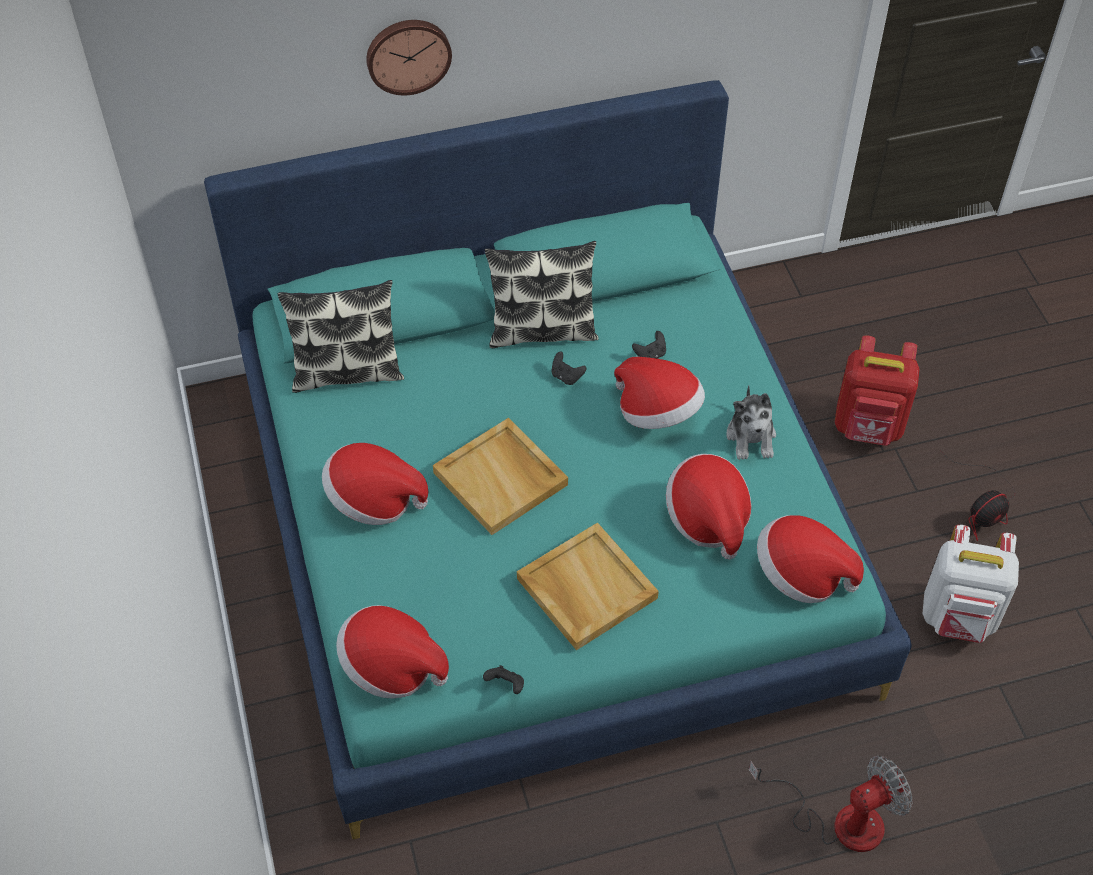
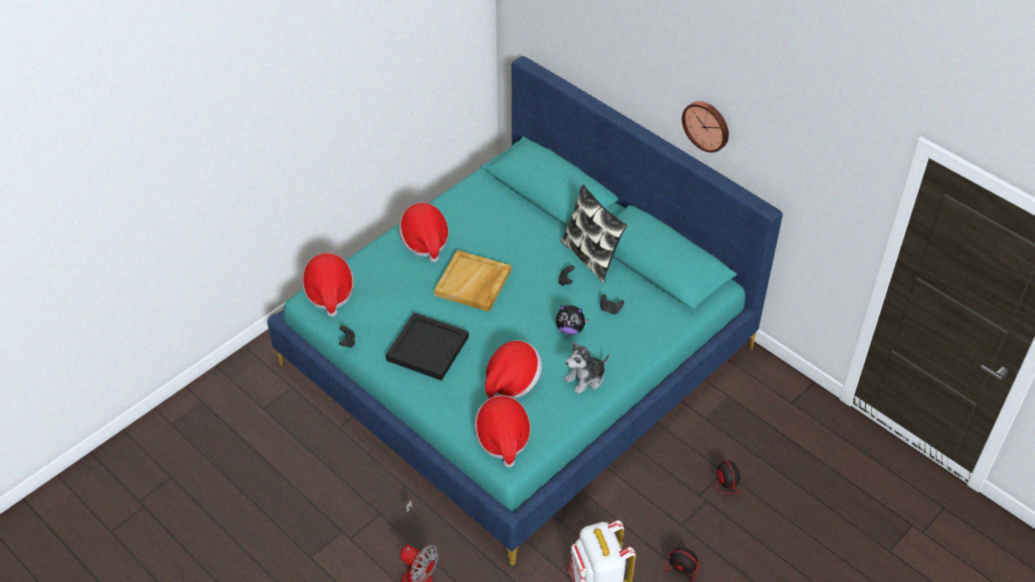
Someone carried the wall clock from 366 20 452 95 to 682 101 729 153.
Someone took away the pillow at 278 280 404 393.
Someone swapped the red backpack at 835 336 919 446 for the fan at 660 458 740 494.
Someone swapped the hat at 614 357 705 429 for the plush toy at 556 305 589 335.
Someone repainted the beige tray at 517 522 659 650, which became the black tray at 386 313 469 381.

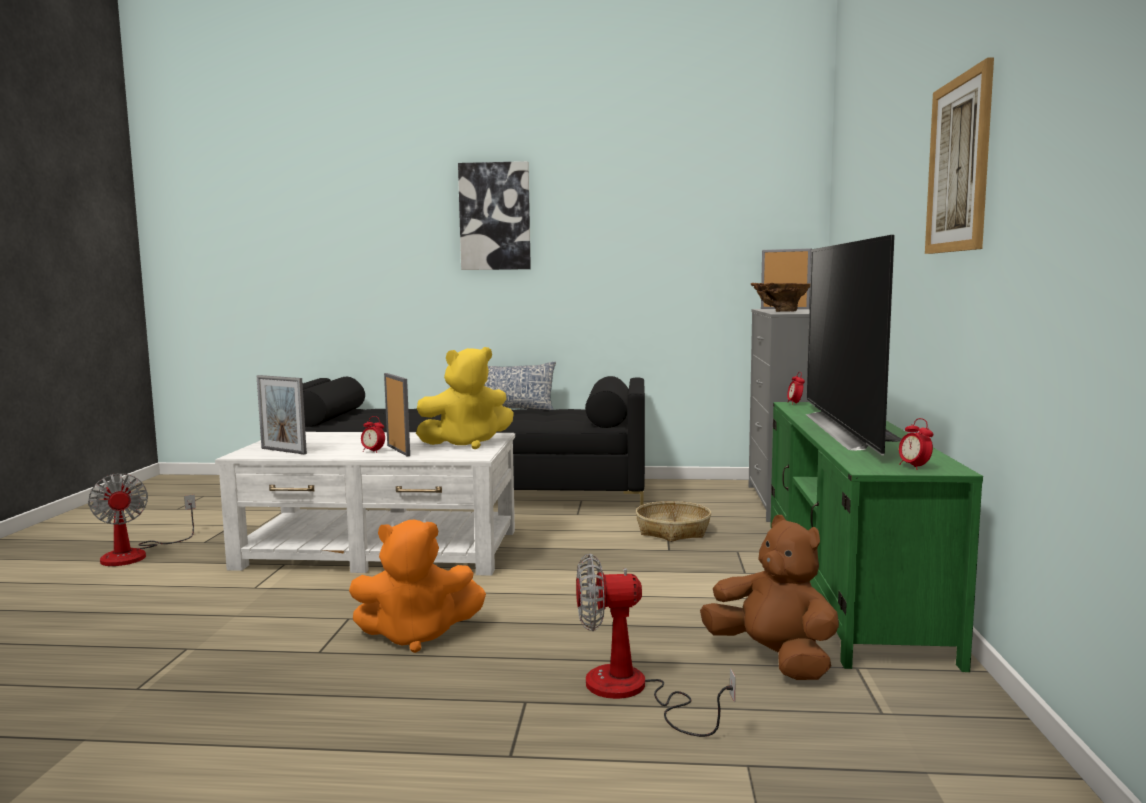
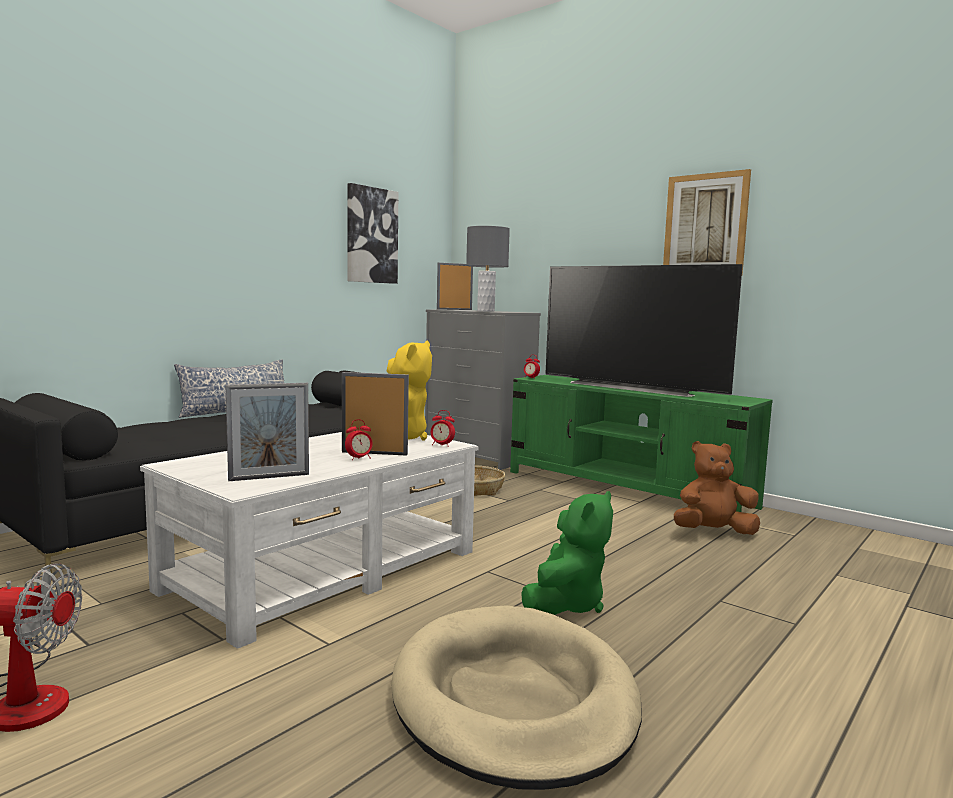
Someone carried the picture from 458 161 531 270 to 347 183 398 284.
Someone swapped the brown vase at 751 283 810 312 for the grey table lamp at 466 226 510 312.
Someone carried the alarm clock from 899 418 933 470 to 431 410 455 447.
Someone repainted the orange plush toy at 349 520 486 653, which became the green plush toy at 521 491 613 615.
Someone took away the fan at 576 554 736 737.
Someone put down the beige dog bed at 391 605 642 790.

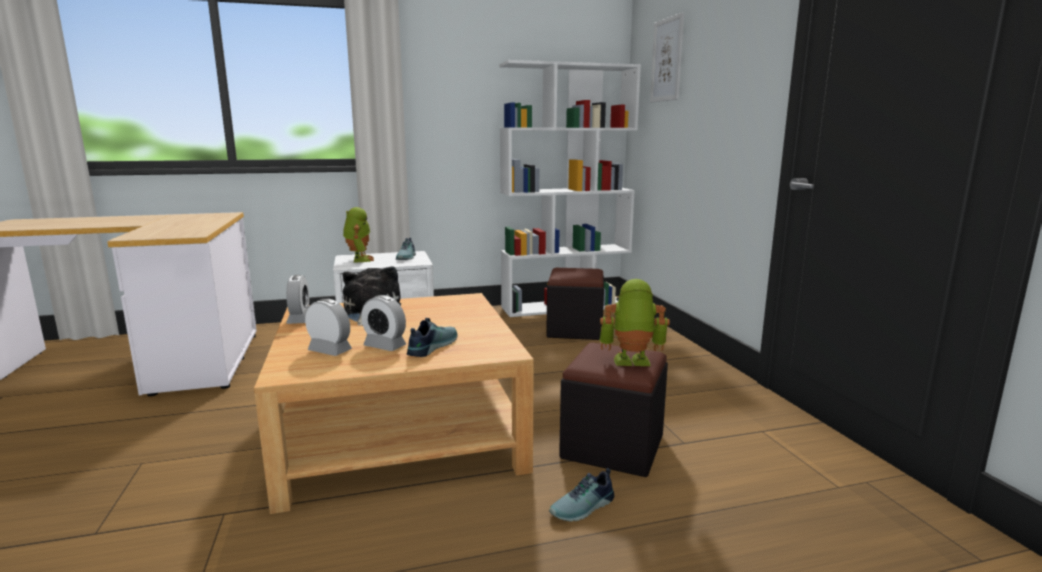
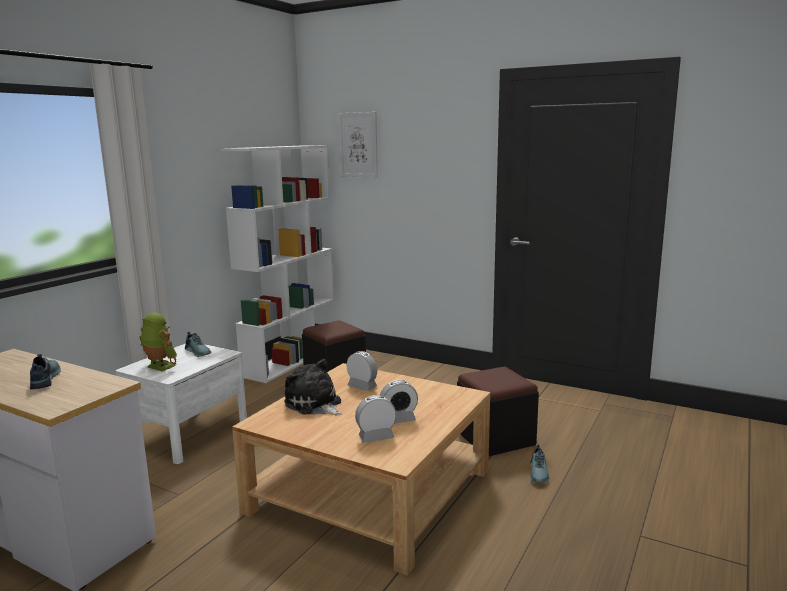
Someone carried the alarm clock from 286 275 309 324 to 346 351 377 391.
Someone took away the toy robot at 599 279 670 366.
Someone carried the shoe from 407 318 458 357 to 30 354 61 390.

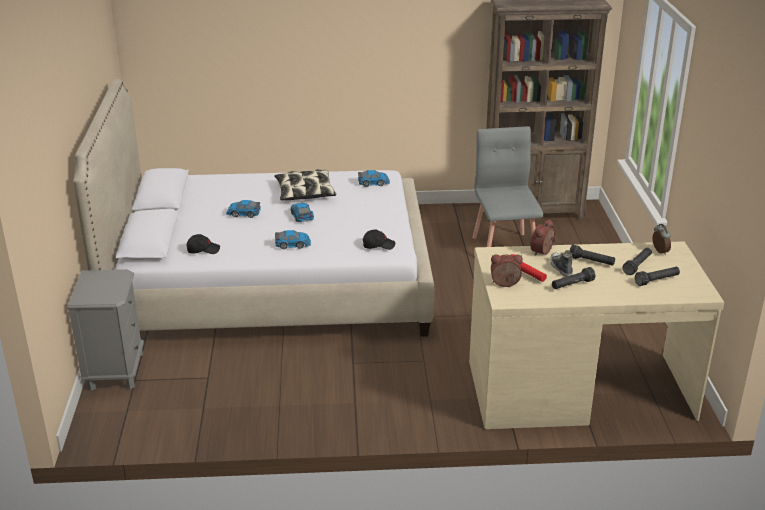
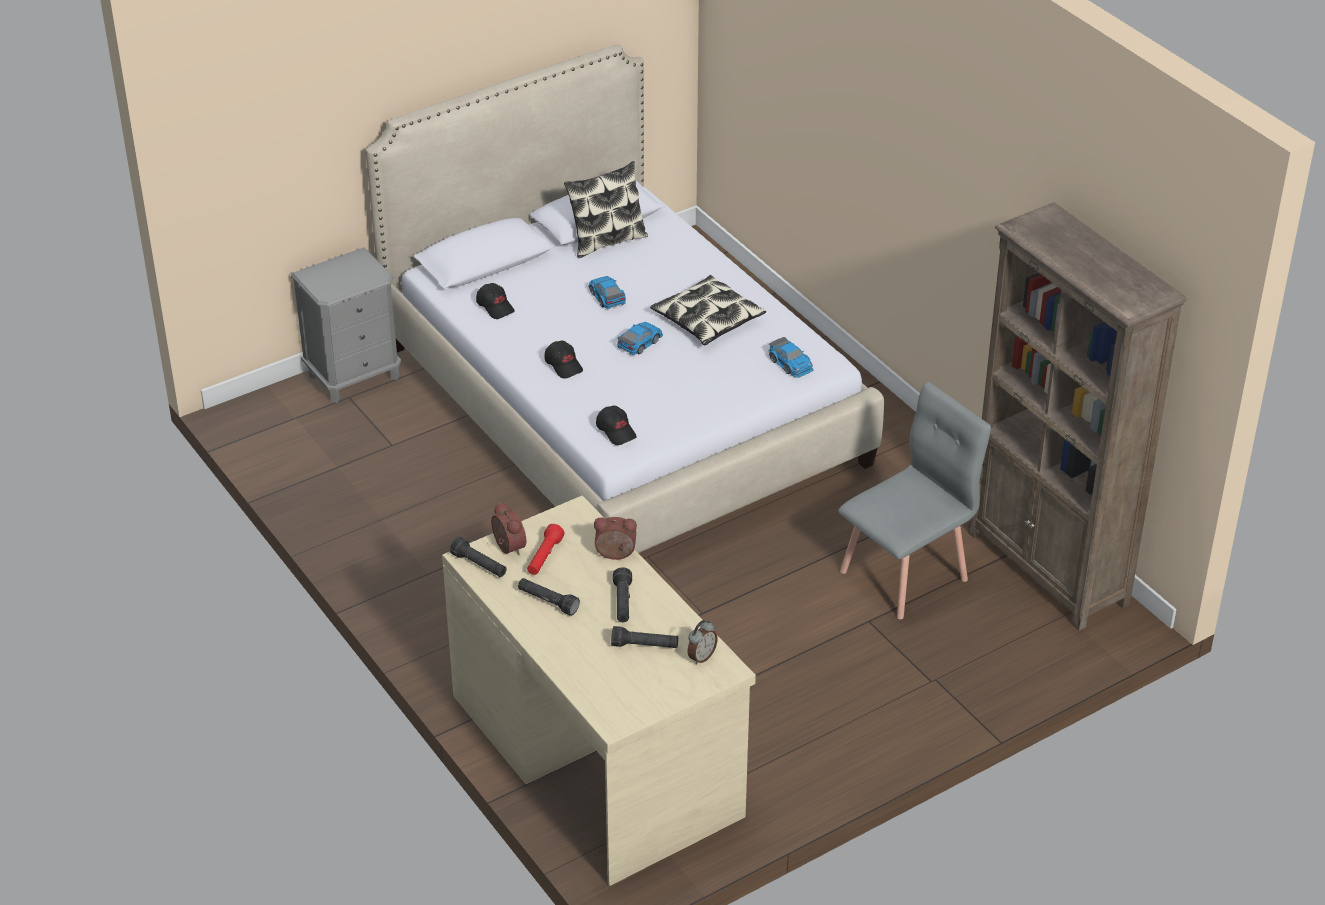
Someone swapped the toy car at 275 230 311 249 for the black cap at 544 341 583 379.
Someone took away the shoe at 550 250 573 277.
Someone carried the black flashlight from 635 267 680 286 to 450 537 507 577.
Someone put down the pillow at 564 161 648 258.

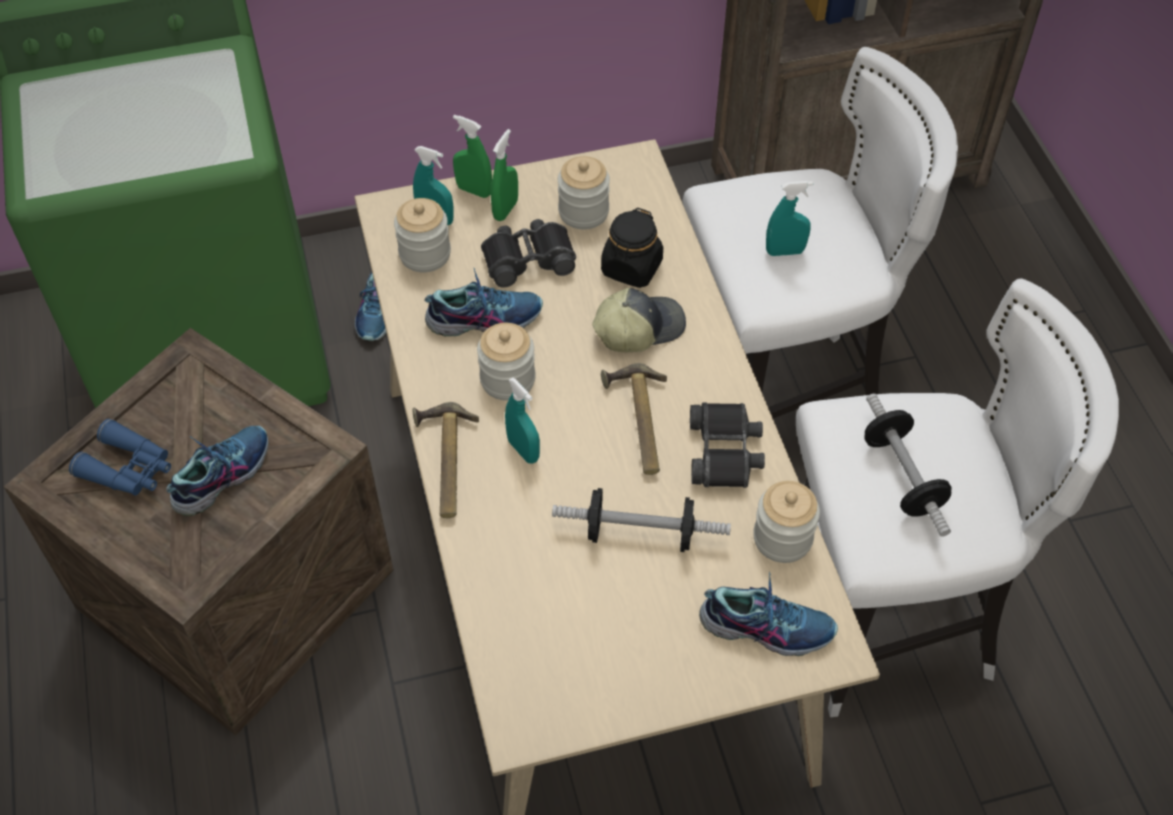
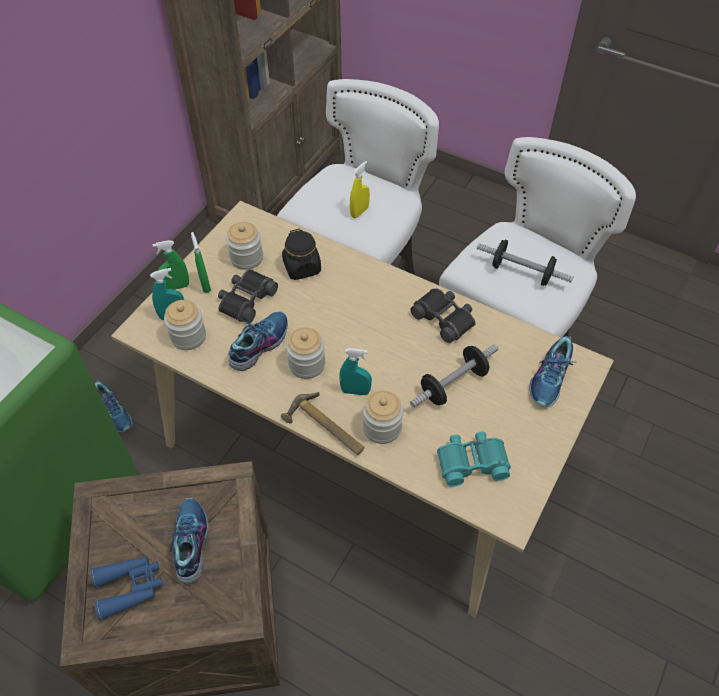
Someone repainted the turquoise spray bottle at 766 181 813 256, which became the yellow spray bottle at 350 161 370 218.
Someone took away the cap at 592 288 686 353.
Someone took away the hammer at 601 363 667 475.
Someone carried the jar from 753 481 820 563 to 363 390 403 444.
Someone rotated the shoe at 699 572 838 656 by 150 degrees clockwise.
Someone put down the turquoise binoculars at 437 431 511 487.

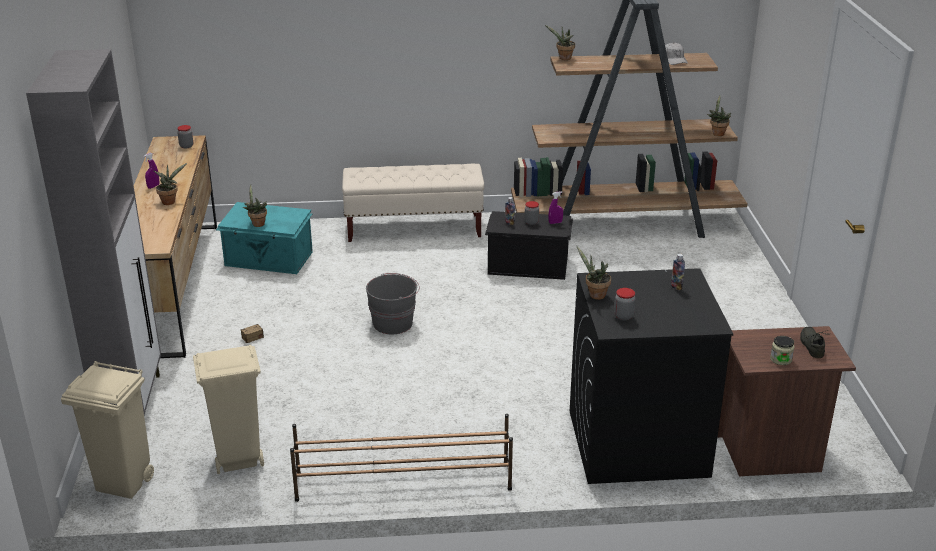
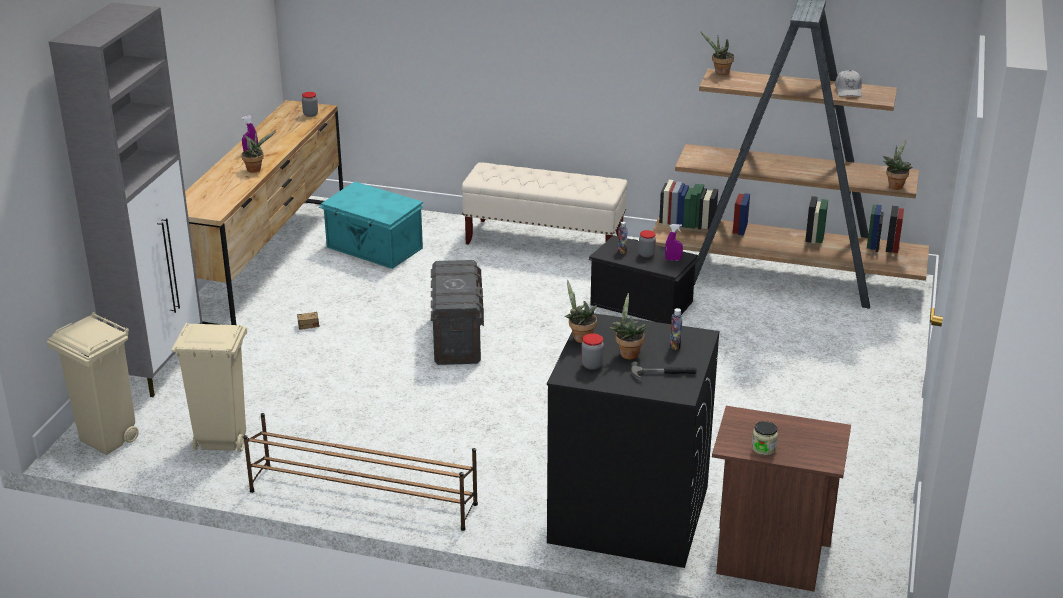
Someone carried the potted plant from 243 184 267 227 to 609 293 647 359.
Someone swapped the grey bucket at 366 273 420 334 for the grey storage box at 431 260 484 365.
Someone took away the grey shoe at 800 327 830 358.
Someone put down the hammer at 631 361 696 382.

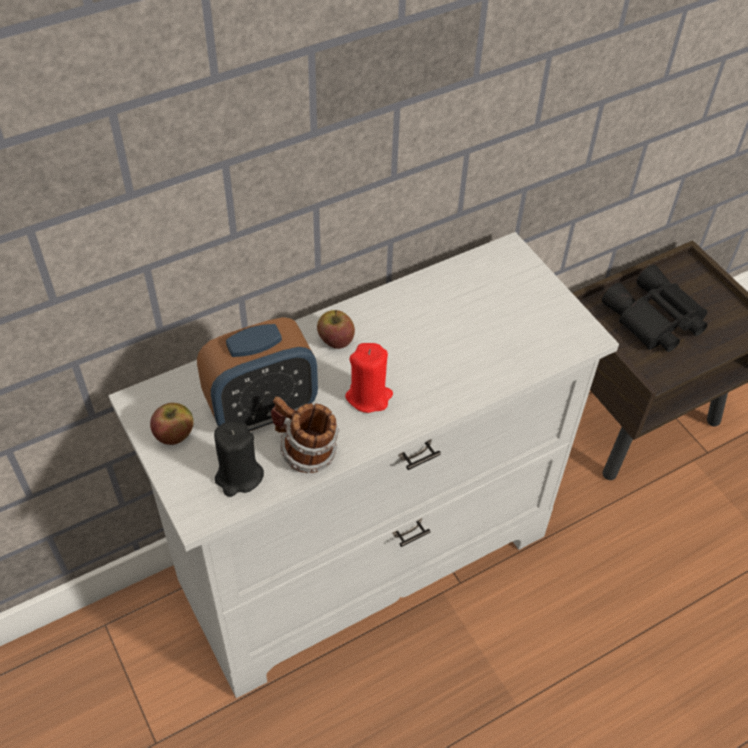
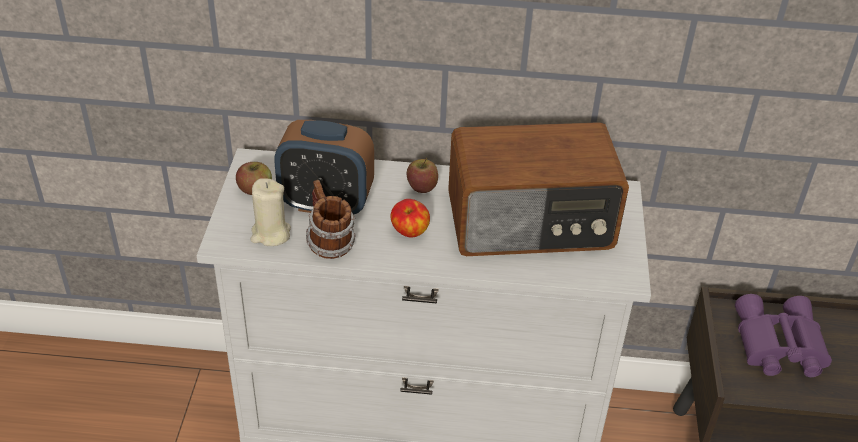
Someone repainted the black binoculars at 602 265 708 352, which became the purple binoculars at 735 294 832 377.
Someone swapped the red candle at 345 343 393 413 for the apple at 391 199 430 237.
Someone repainted the black candle at 214 422 264 497, which became the beige candle at 251 178 291 246.
Someone put down the radio at 448 122 629 256.

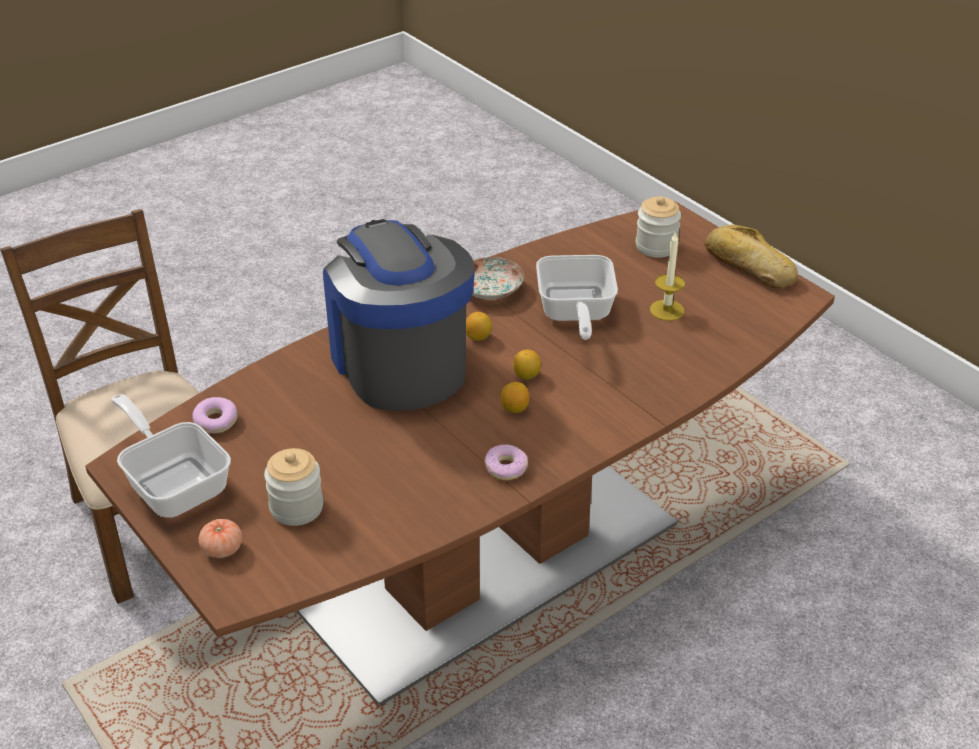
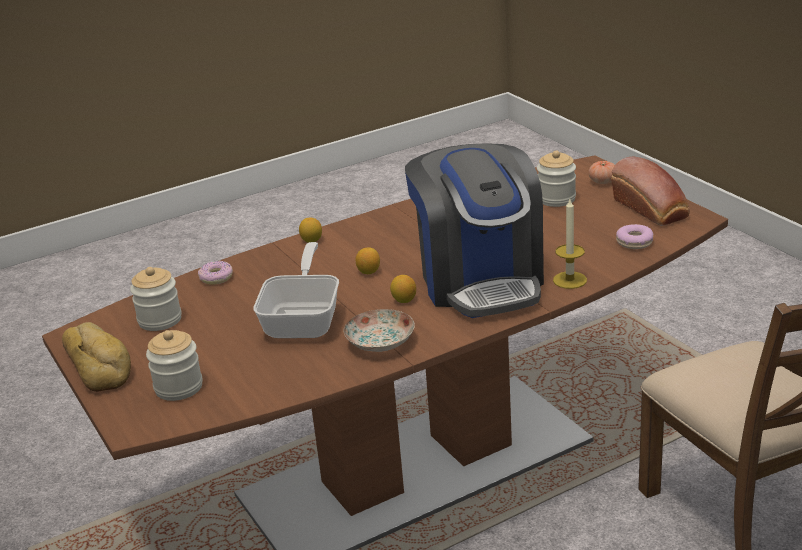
Someone carried the candle from 650 231 685 321 to 553 199 587 289.
Someone carried the lemon from 501 382 529 413 to 299 217 322 242.
Someone swapped the frying pan at 111 394 231 518 for the bread at 611 156 690 226.
Someone carried the donut from 484 445 528 480 to 198 261 233 285.
Someone put down the jar at 130 267 182 331.

